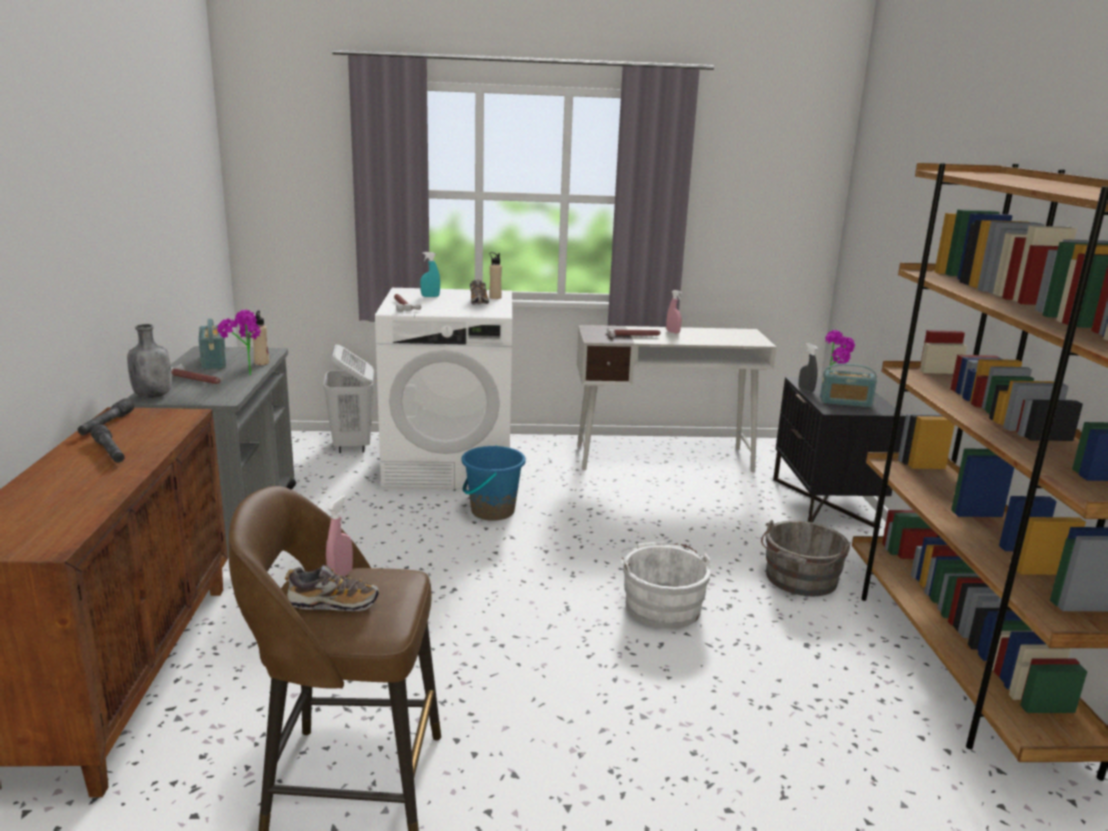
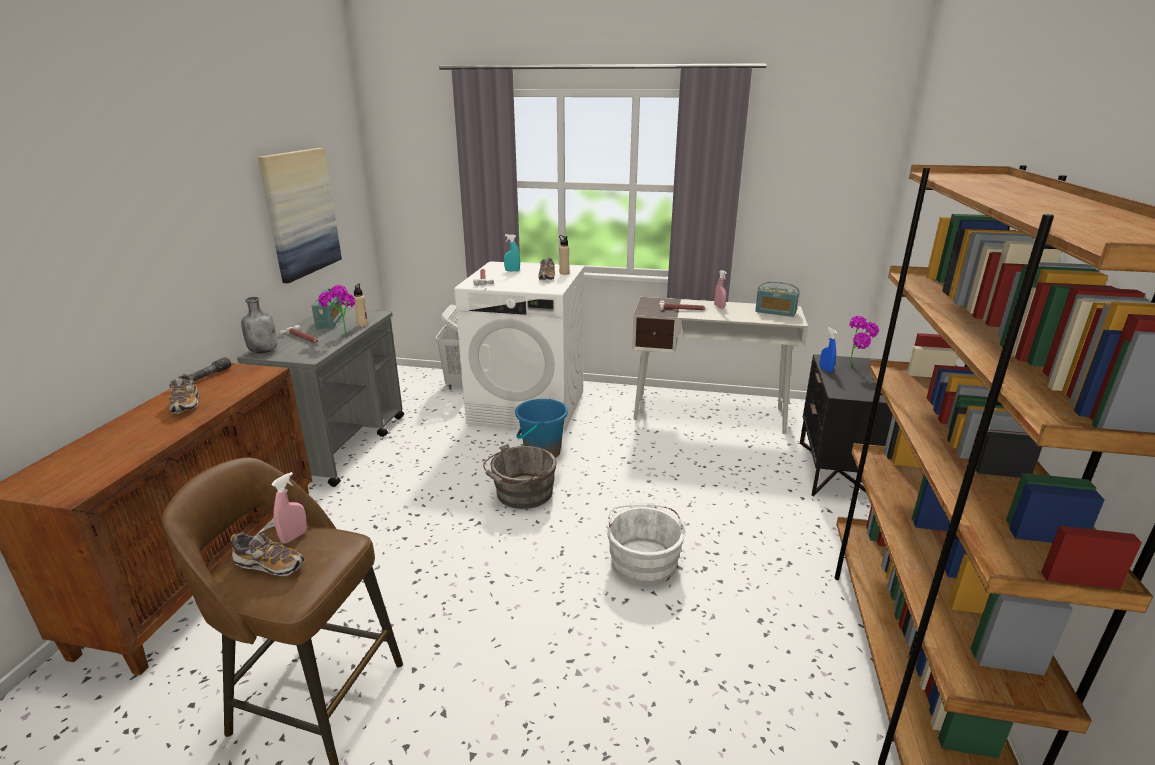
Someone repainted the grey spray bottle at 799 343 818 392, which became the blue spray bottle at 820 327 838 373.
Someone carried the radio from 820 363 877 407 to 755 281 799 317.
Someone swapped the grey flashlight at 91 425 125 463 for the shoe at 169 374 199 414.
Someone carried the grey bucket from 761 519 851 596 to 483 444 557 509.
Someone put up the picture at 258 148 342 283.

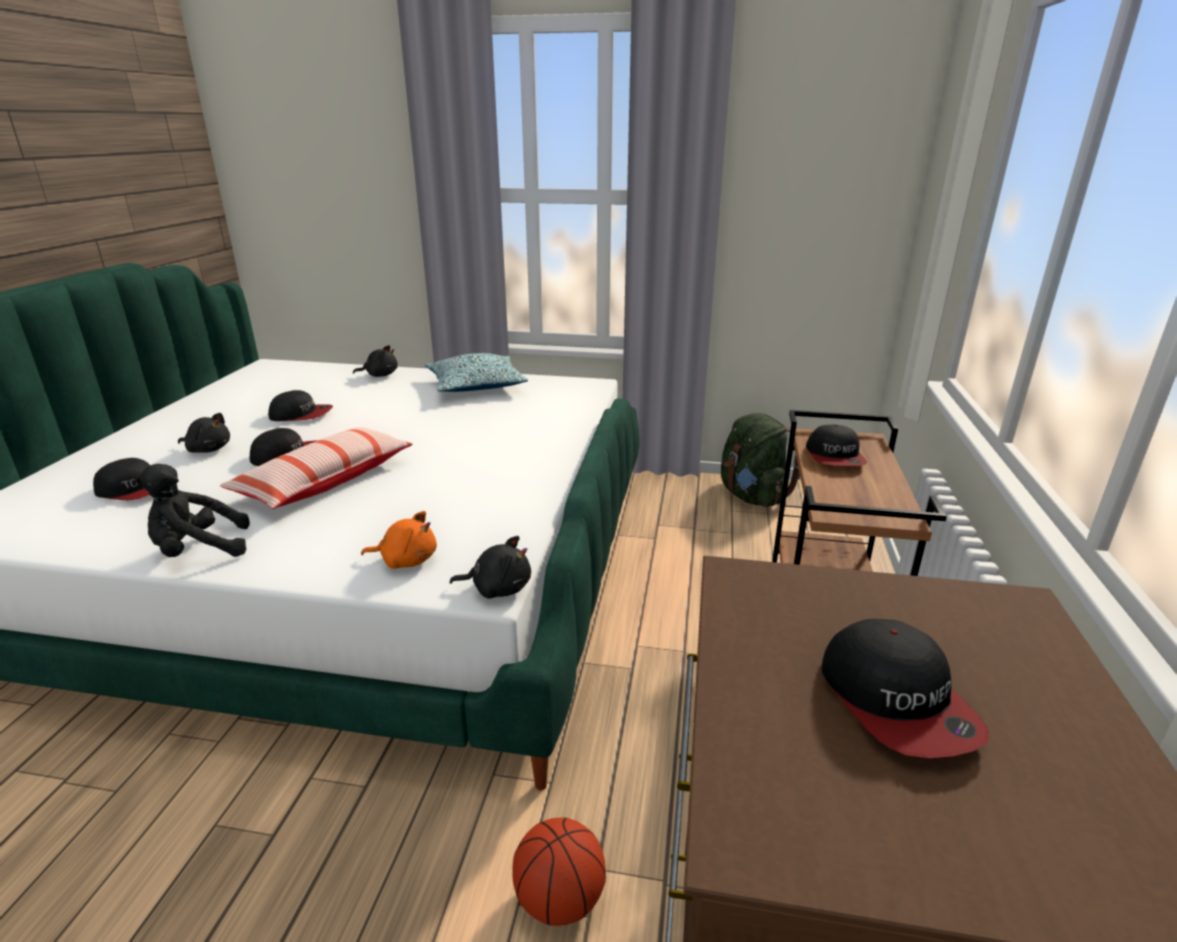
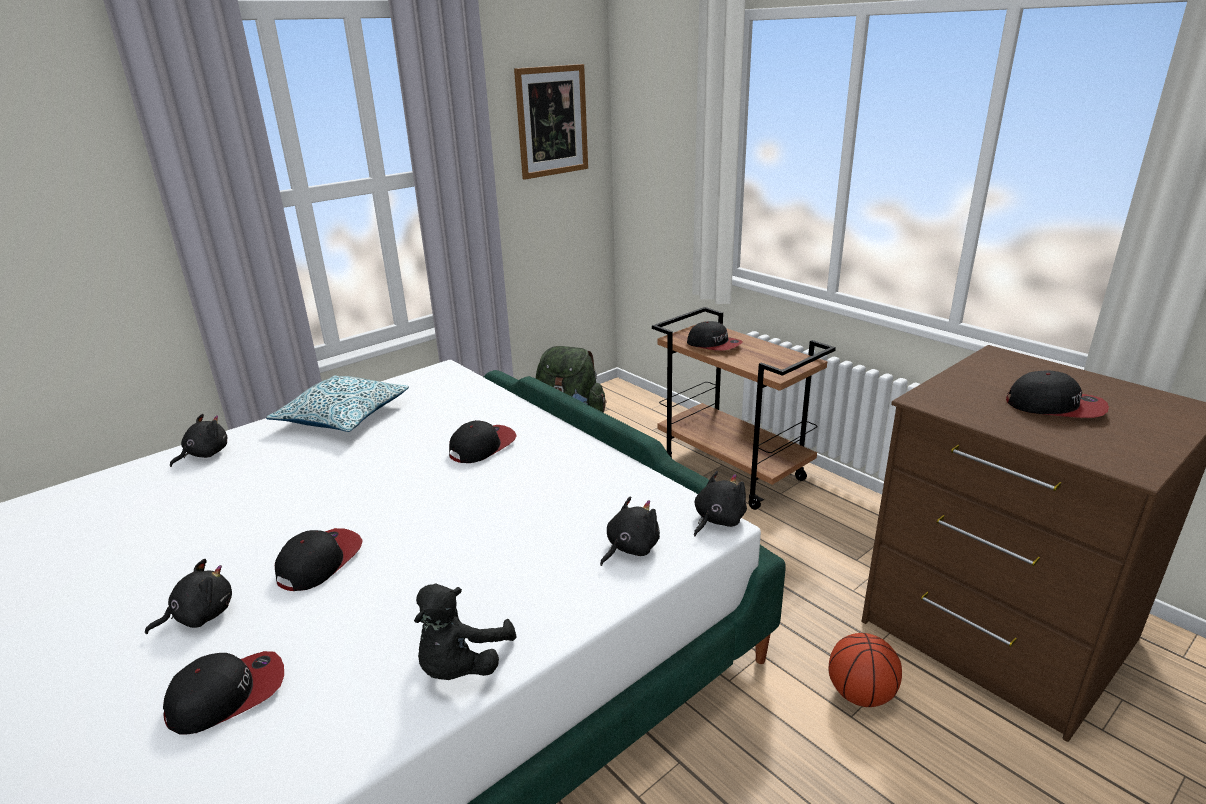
Someone carried the cap from 268 390 333 421 to 449 420 517 463.
Someone took away the pillow at 220 427 413 509.
Someone repainted the orange plush toy at 361 511 437 569, which became the black plush toy at 600 496 660 566.
Someone put up the picture at 514 64 588 180.

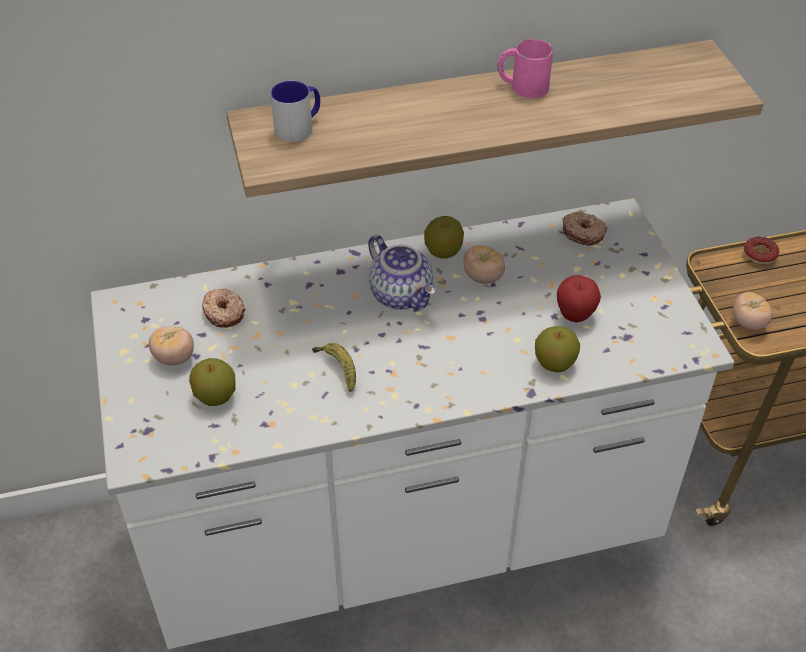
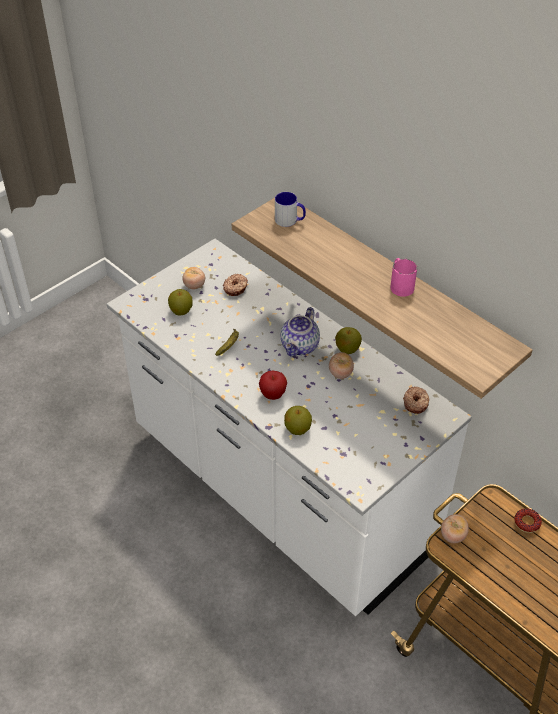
Someone carried the apple from 557 275 601 322 to 259 371 287 400.

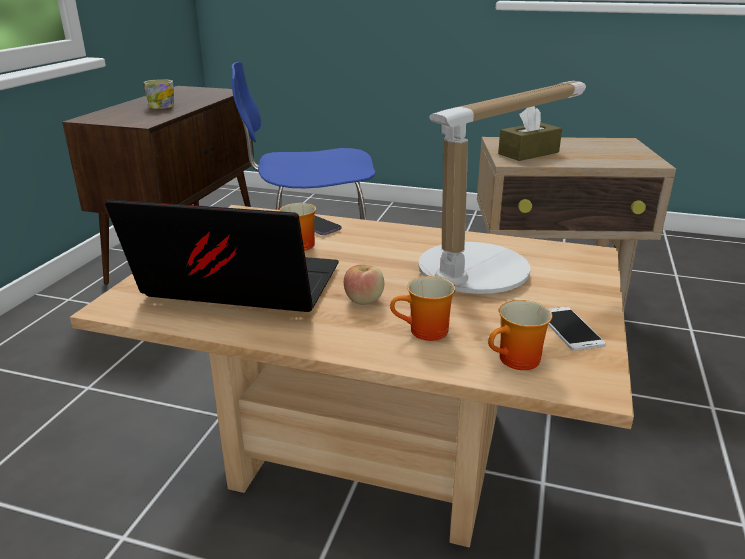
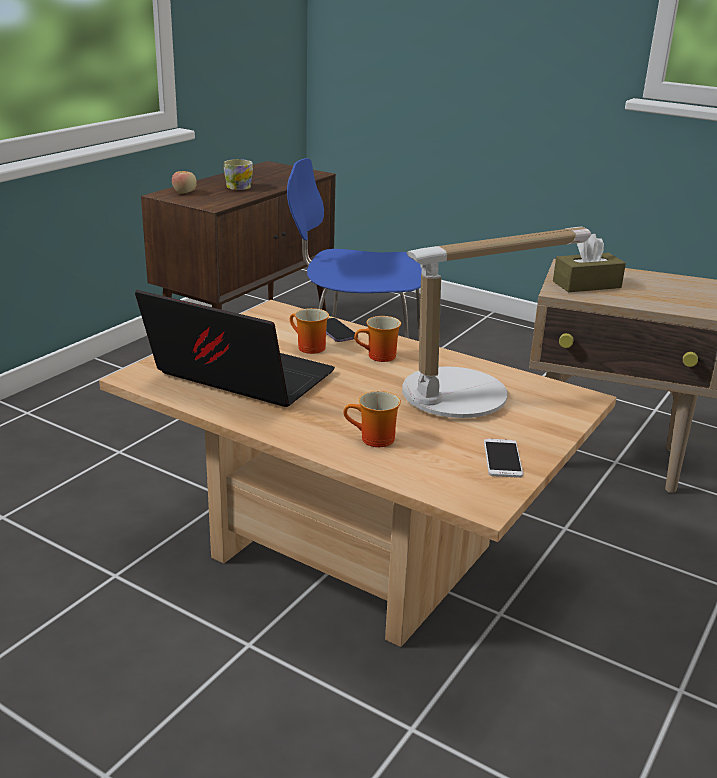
Someone carried the apple from 344 264 384 305 to 172 171 197 194.
Someone carried the mug from 488 300 552 370 to 354 316 401 362.

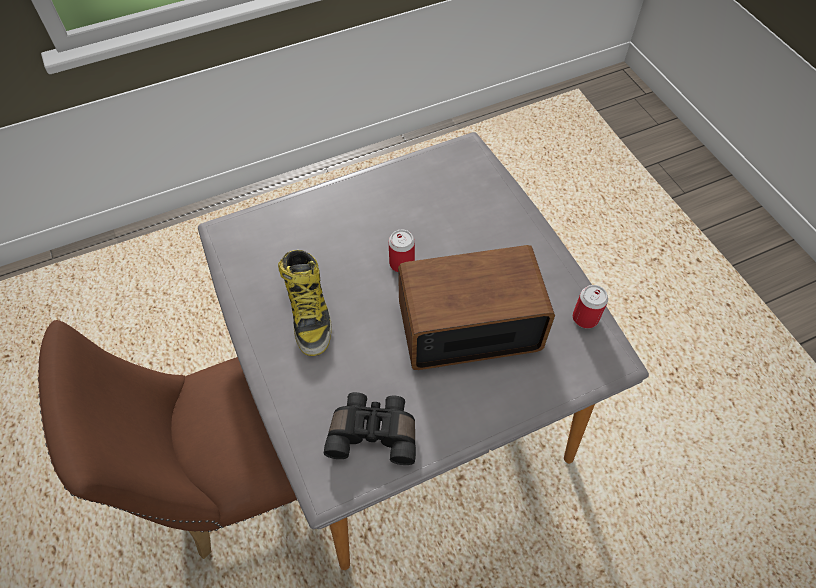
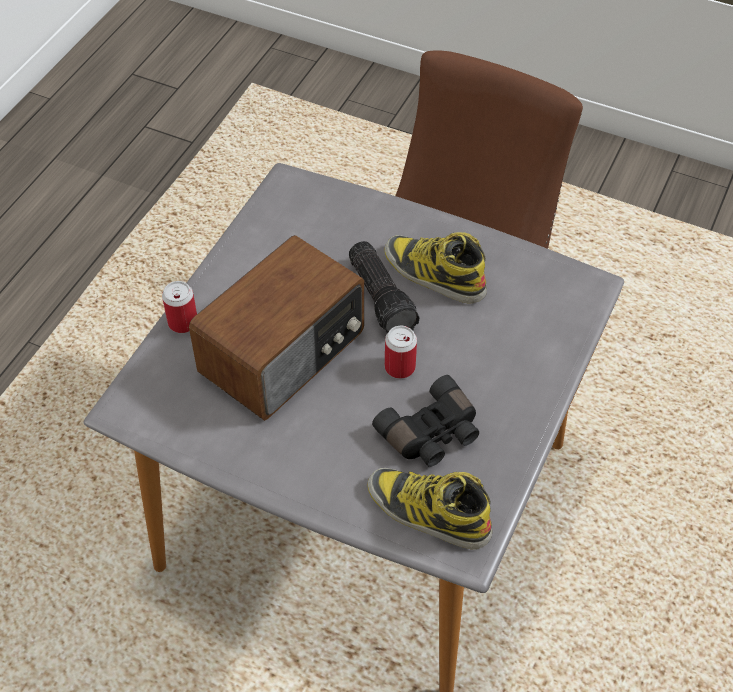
Someone carried the can from 573 285 608 329 to 162 281 197 333.
Someone carried the black binoculars from 324 392 416 465 to 372 375 479 467.
Someone put down the flashlight at 349 241 420 333.
Someone put down the boot at 367 468 492 549.

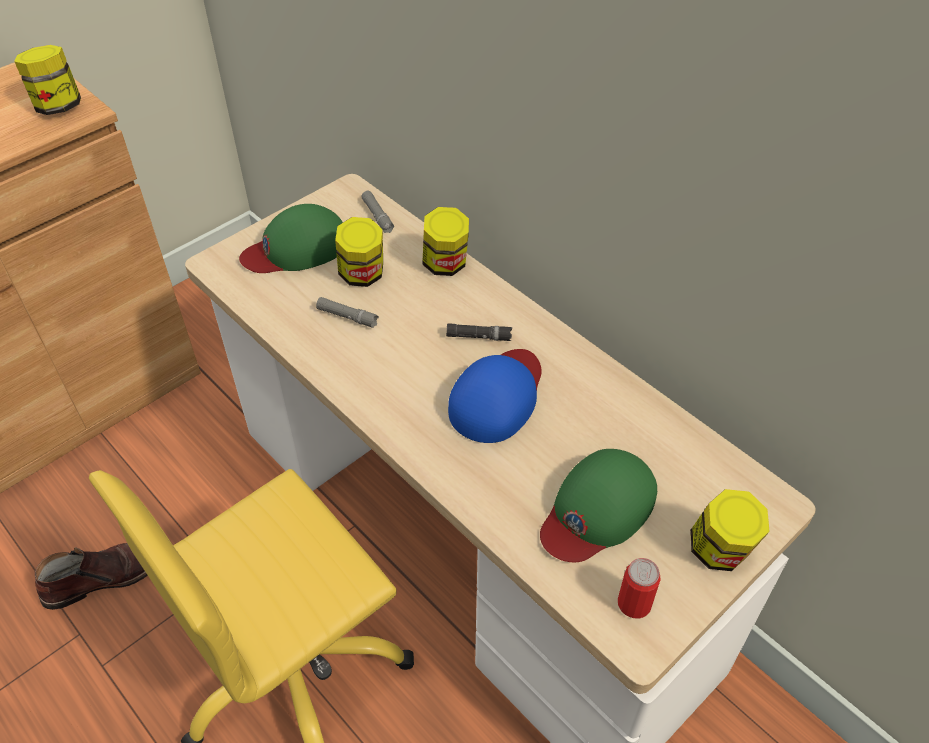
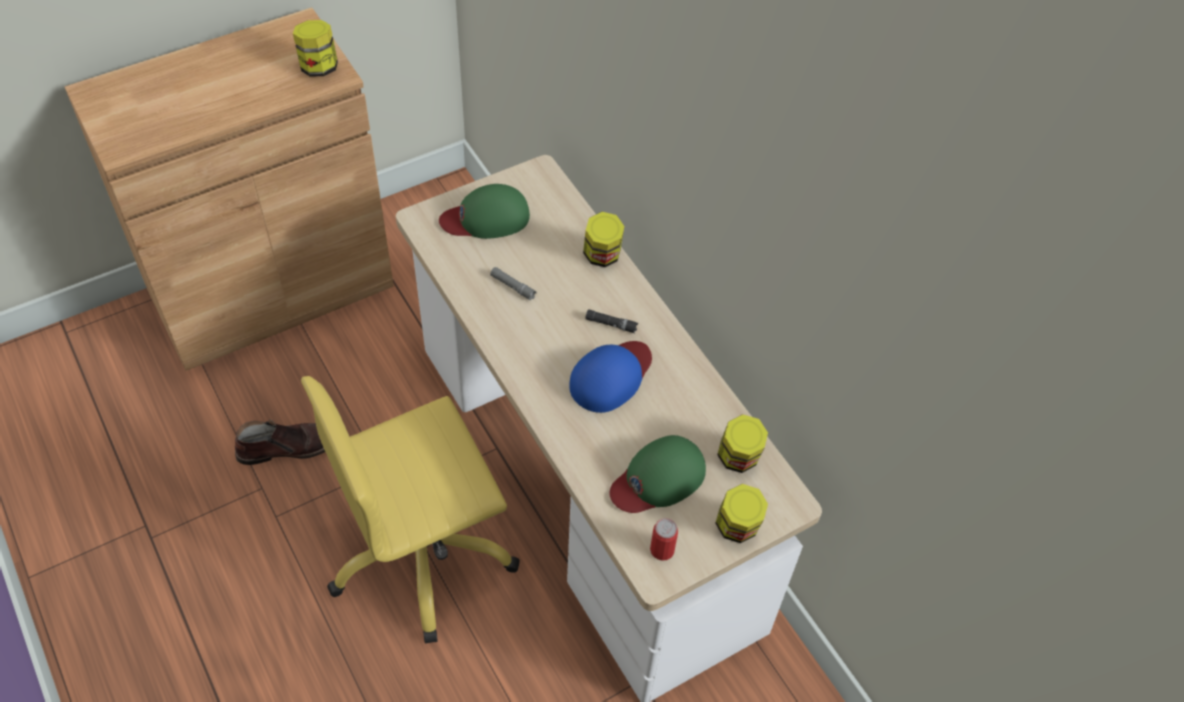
Someone took away the grey flashlight at 361 191 394 233.
Someone carried the jar from 335 217 383 287 to 717 414 768 473.

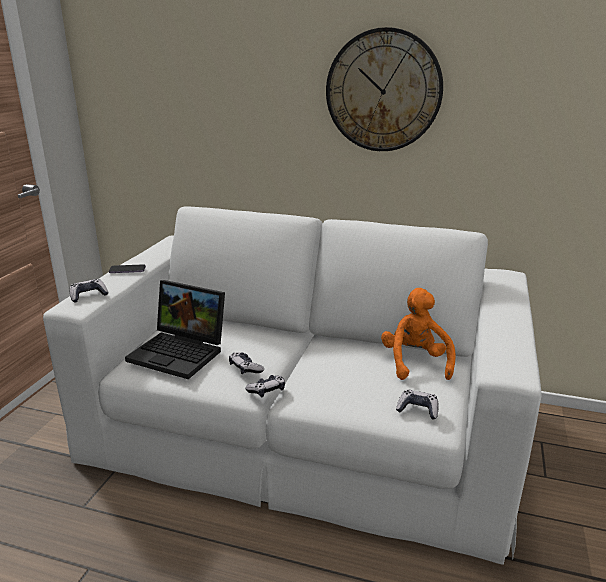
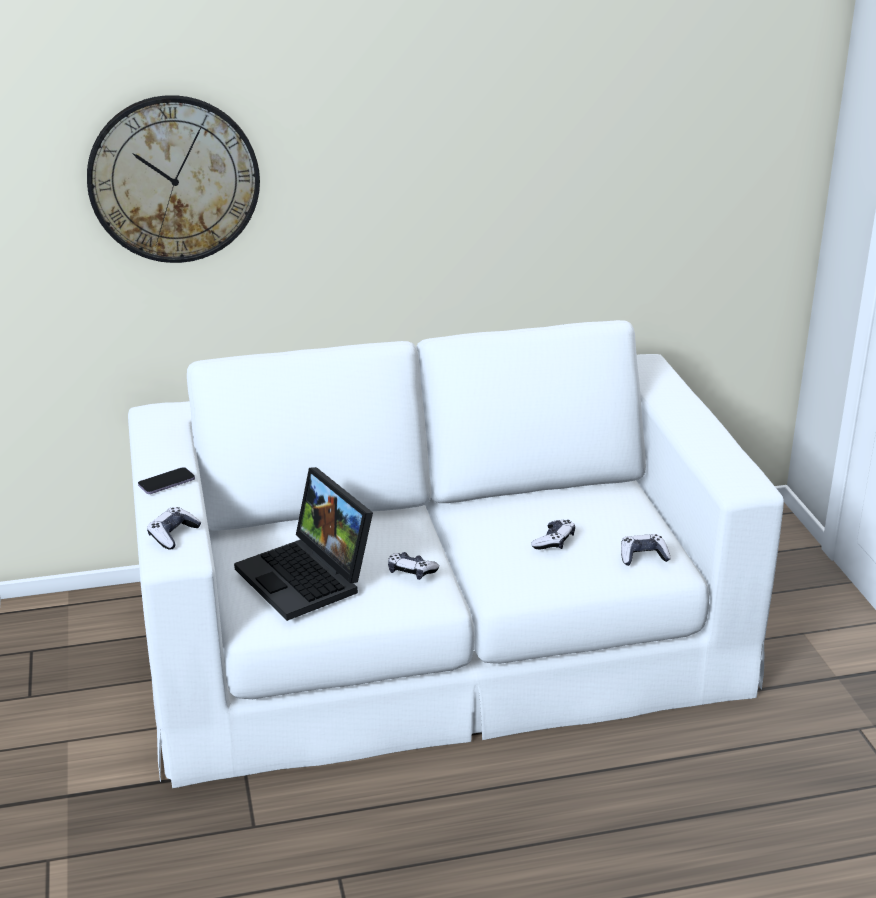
Someone carried the wall clock from 326 27 443 151 to 87 95 260 263.
Someone rotated the laptop at 125 280 225 379 by 60 degrees clockwise.
Someone took away the orange plush toy at 381 288 456 380.
Someone carried the game controller from 245 375 285 397 to 531 520 575 549.

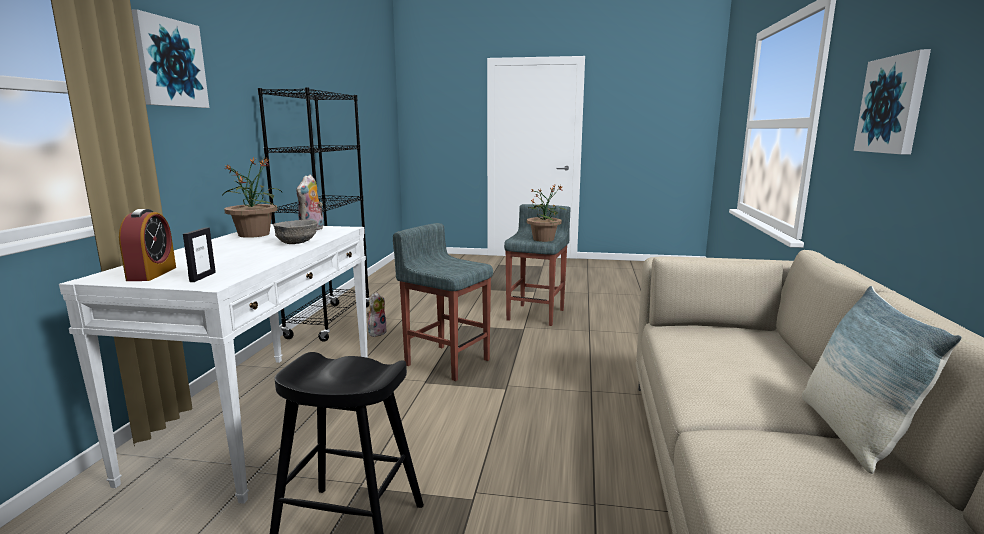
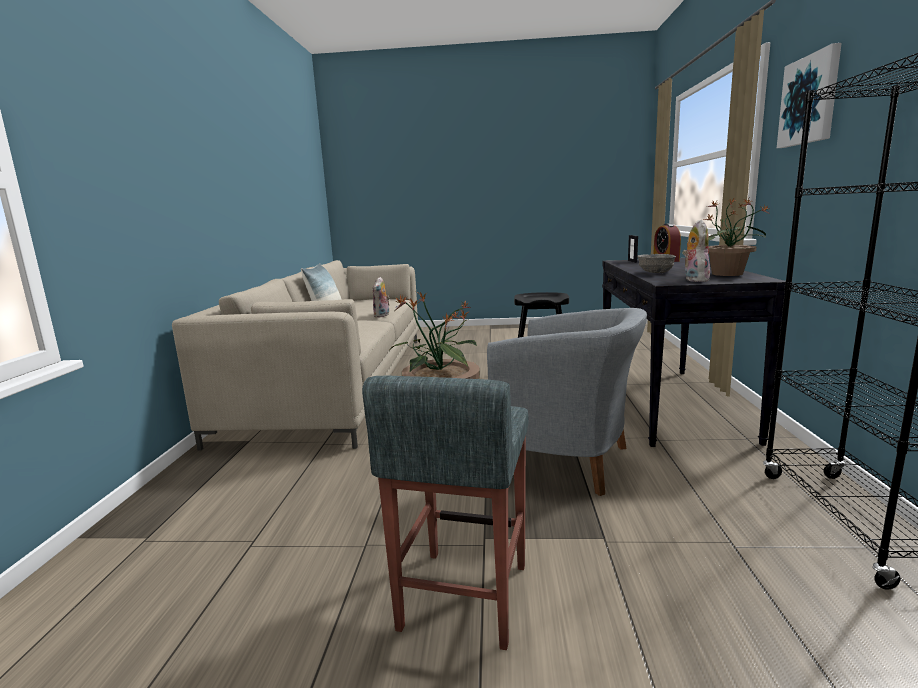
Someone took away the picture at 854 49 931 154.
Someone swapped the grey stool at 393 223 493 381 for the grey armchair at 487 308 647 496.
Someone repainted the white console table at 59 224 368 504, which became the black console table at 602 258 786 447.
Someone carried the plush toy from 367 292 386 337 to 373 277 390 317.

